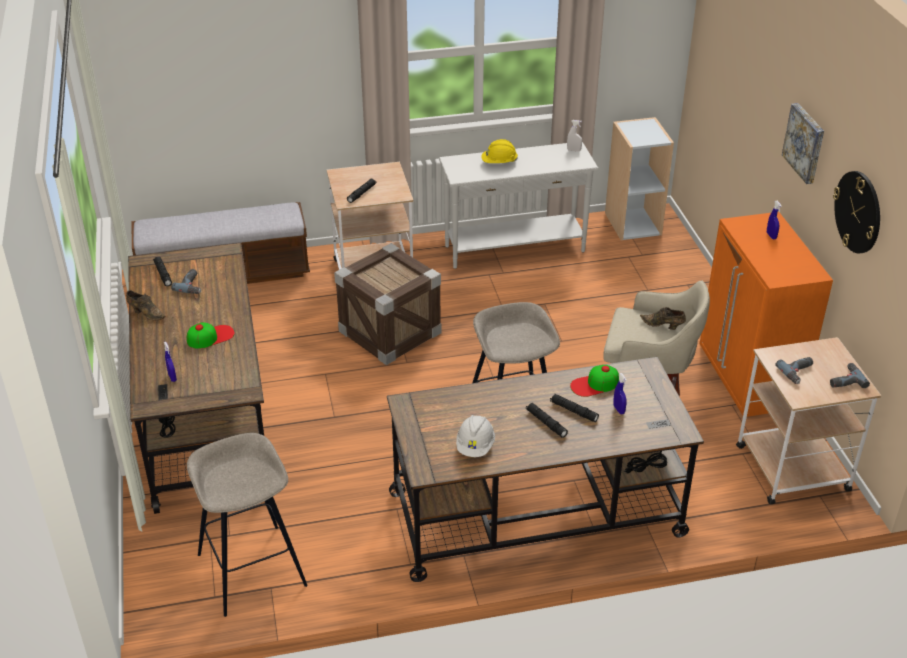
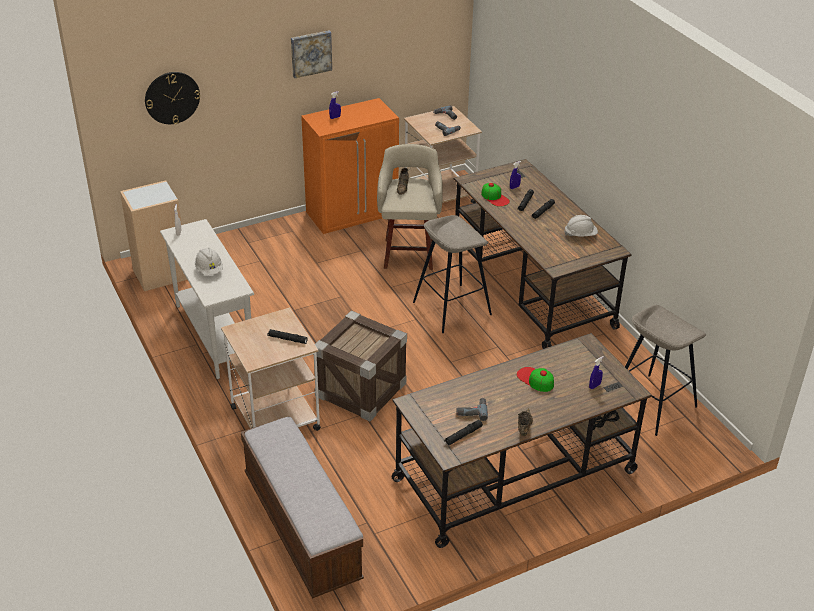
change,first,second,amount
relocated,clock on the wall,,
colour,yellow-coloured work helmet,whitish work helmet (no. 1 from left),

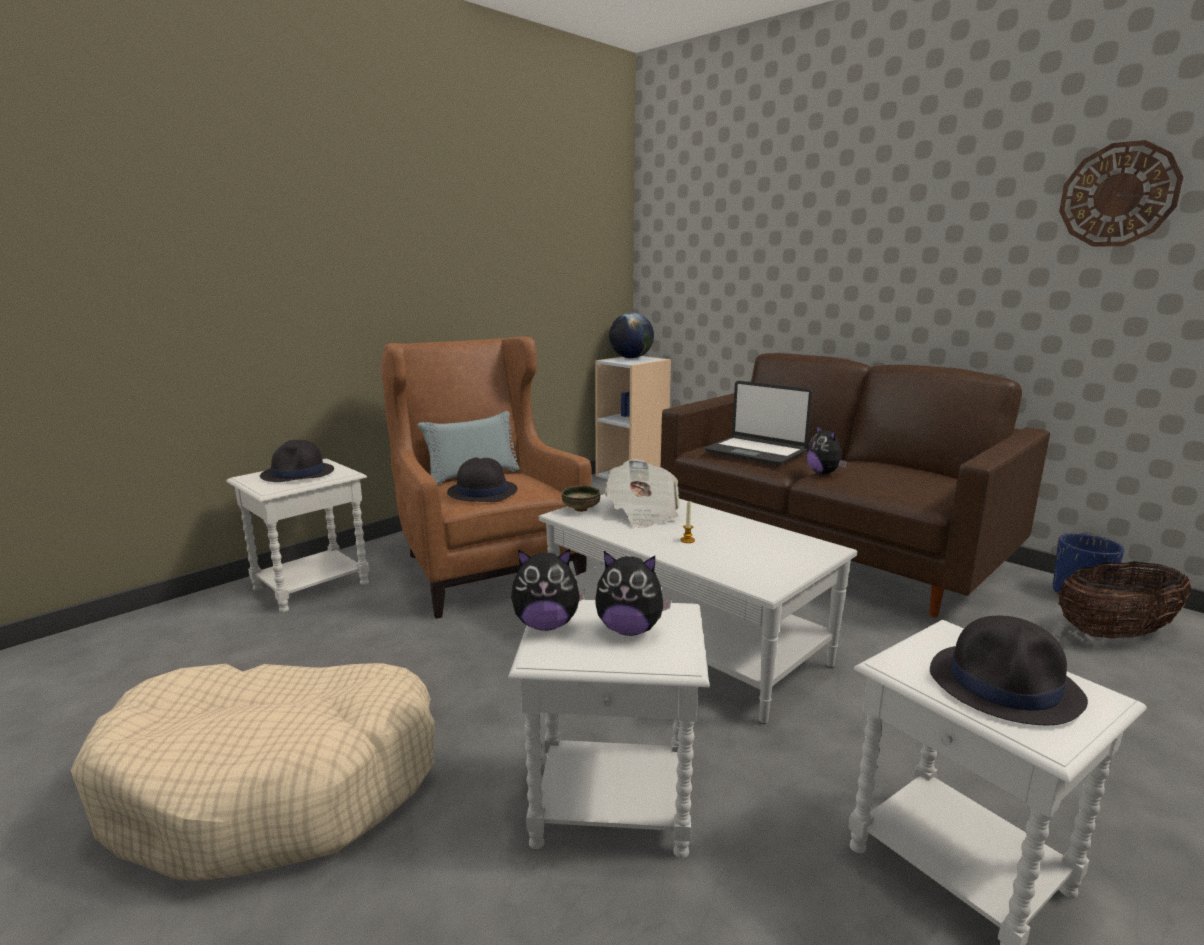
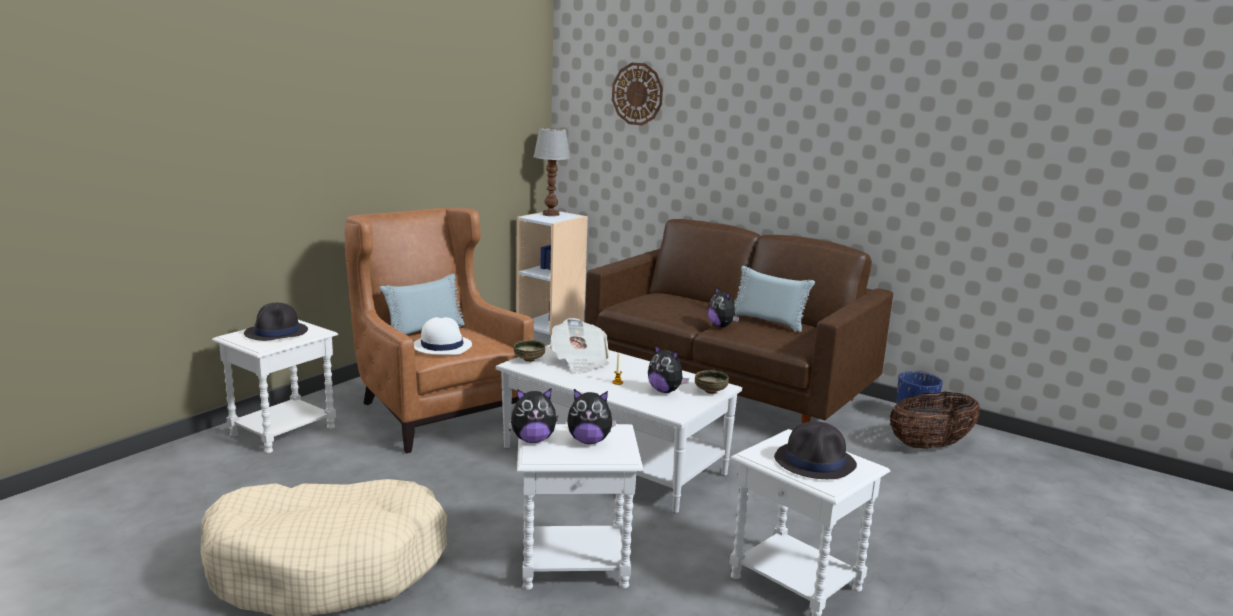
change,first,second,amount
colour,black-coloured wearable hat (no. 2 from left),whitish wearable hat,
exchanged,world globe,lamp for a table,
relocated,clock on the wall,,
appeared,,plush toy (no. 3 from left),
appeared,,serving bowl (no. 2 from left),
appeared,,bluish cushion (no. 2 from left),
missing,notebook computer,,

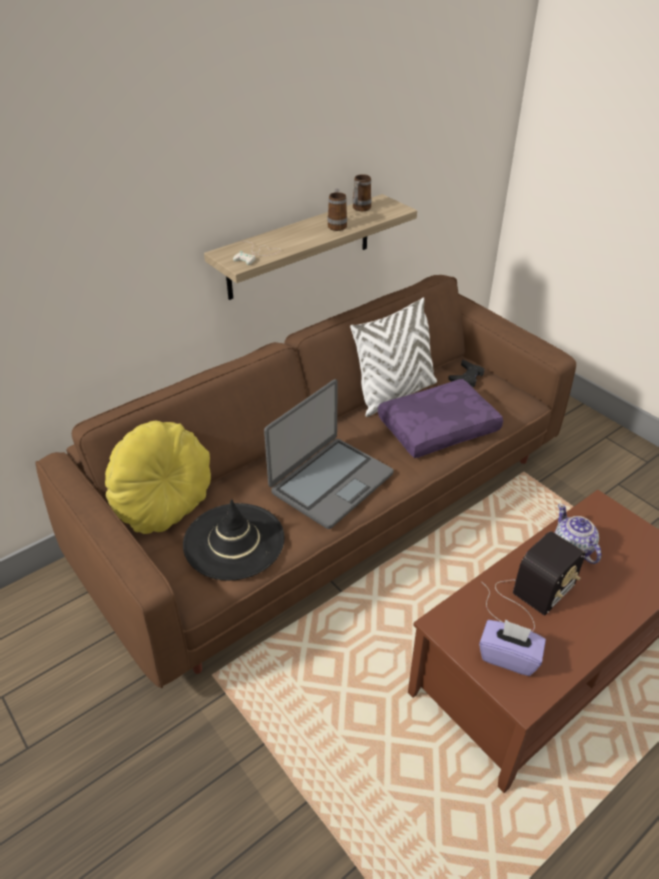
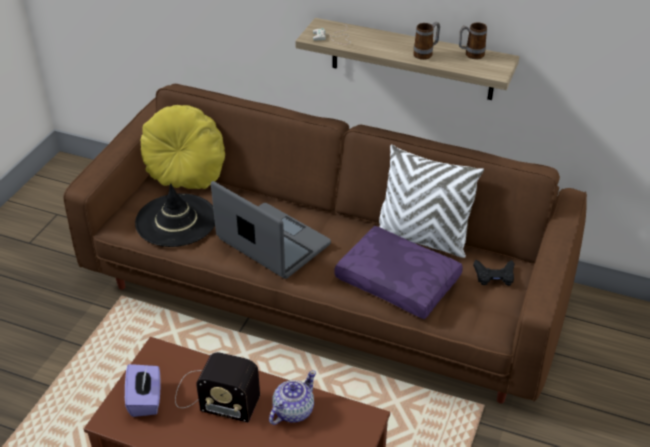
change,first,second,amount
spun,notebook computer,,150 degrees counterclockwise

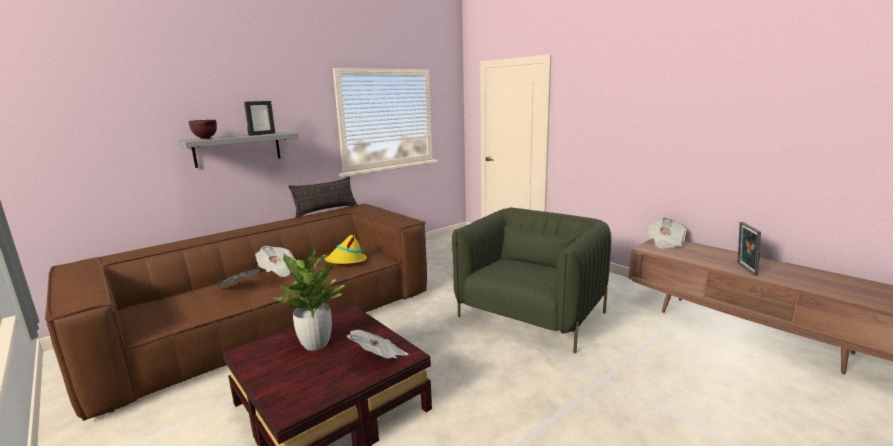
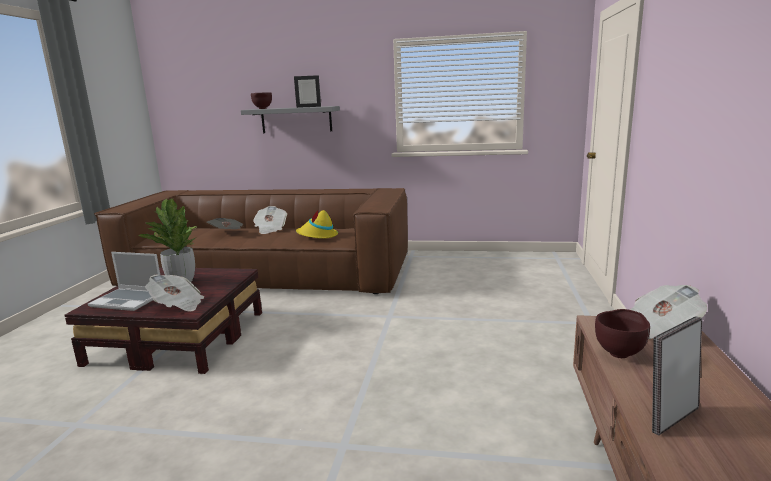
change,first,second,amount
appeared,,notebook computer,
appeared,,brownish serving bowl (no. 2 from left),
missing,cushion,,
missing,green-coloured easy chair,,

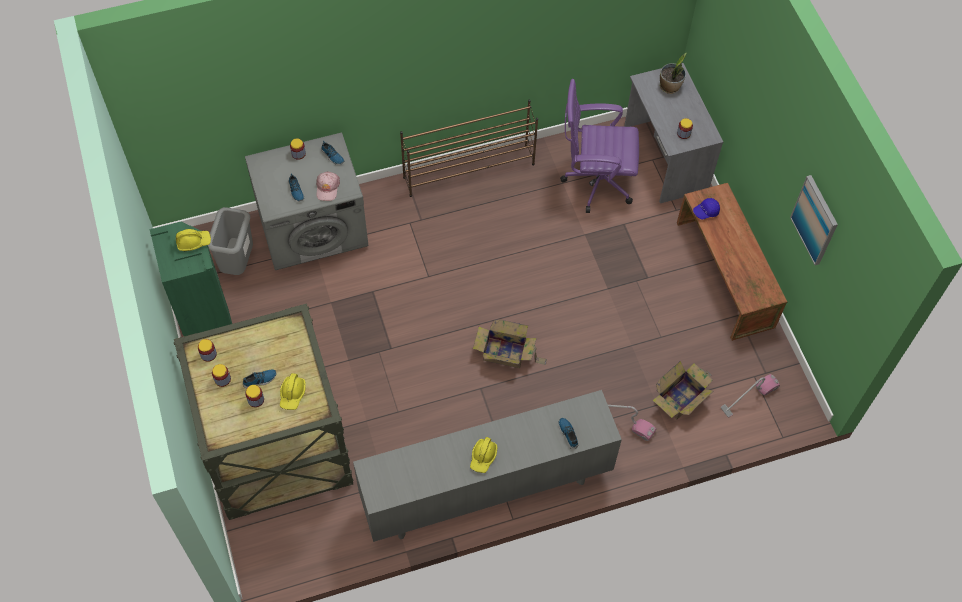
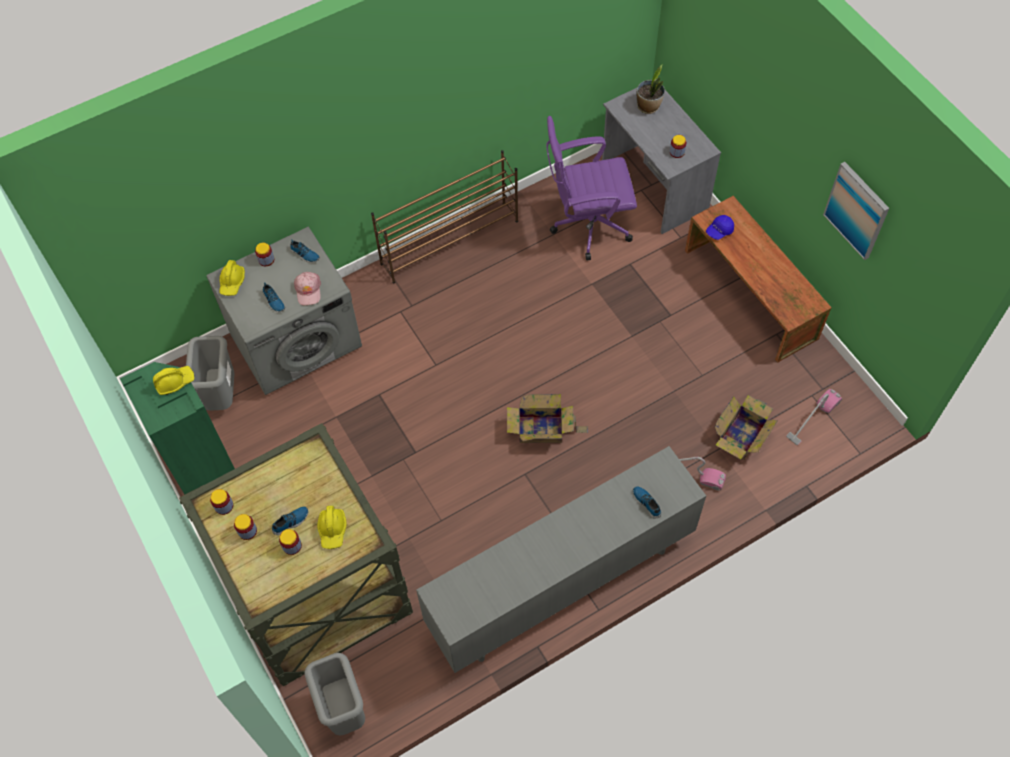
change,first,second,amount
relocated,yellow-coloured work helmet (no. 3 from left in the first image),yellow-coloured work helmet (no. 2 from left),
appeared,,gray rubbish bin (no. 2 from left),

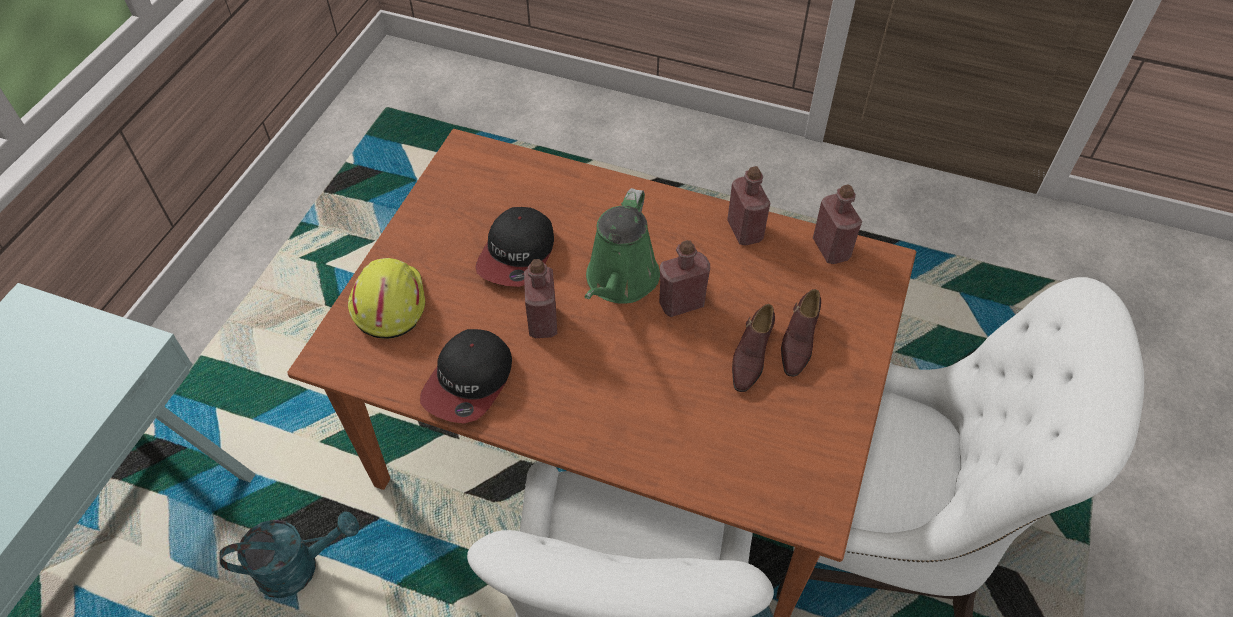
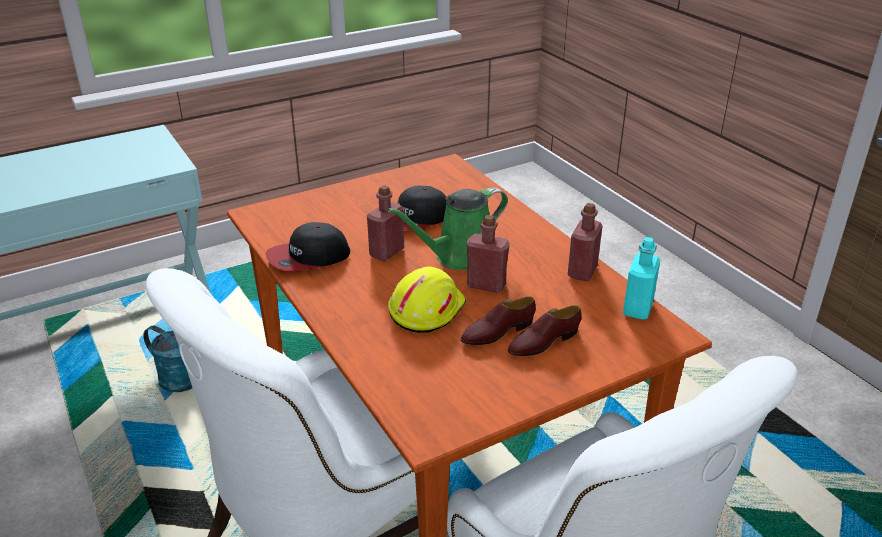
change,first,second,amount
relocated,yellow-coloured work helmet,,
colour,red bottle (no. 4 from left),turquoise bottle,

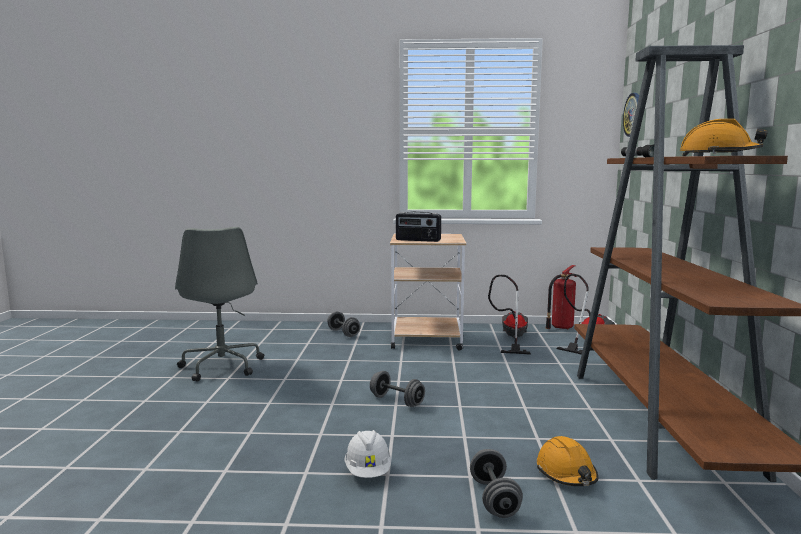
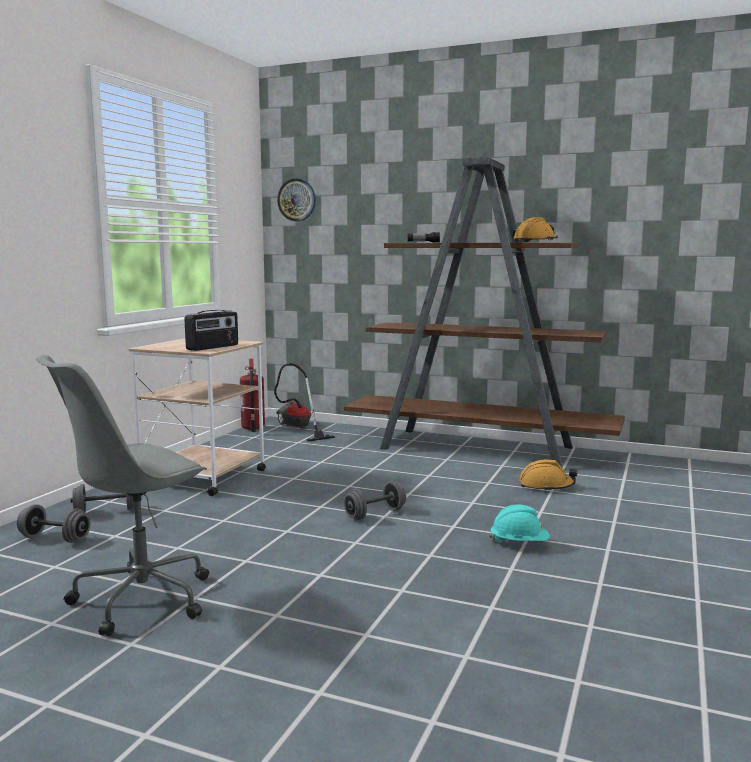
change,first,second,amount
relocated,gray free weight (no. 3 from left in the first image),gray free weight (no. 1 from left),
spun,gray office chair,,135 degrees clockwise
colour,whitish work helmet,turquoise work helmet,
missing,hoover (no. 1 from left),,

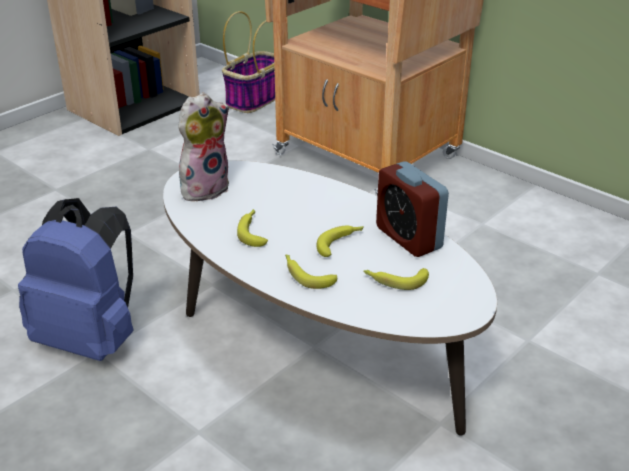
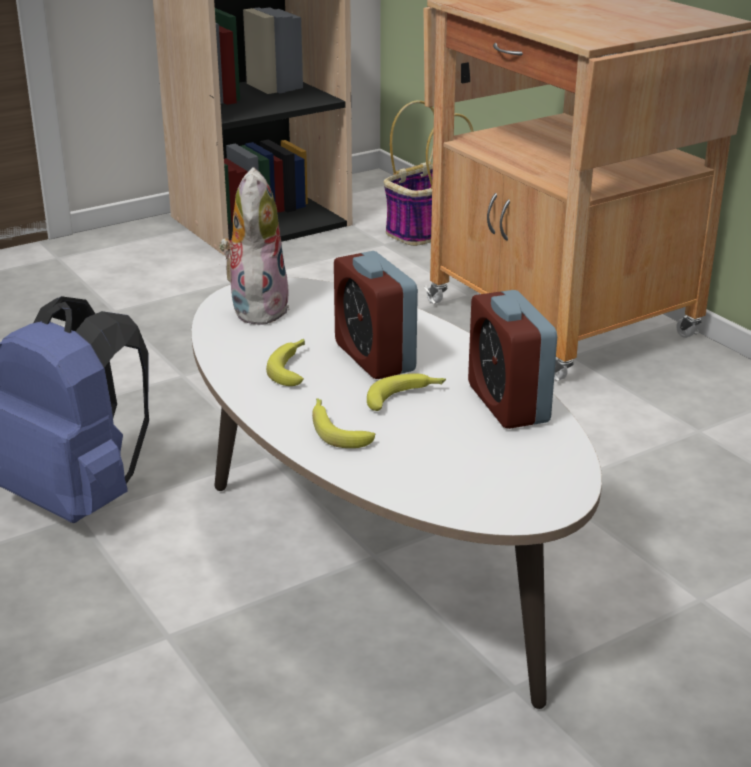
change,first,second,amount
spun,plush toy,,60 degrees counterclockwise
appeared,,alarm clock (no. 1 from left),
missing,banana (no. 4 from left),,

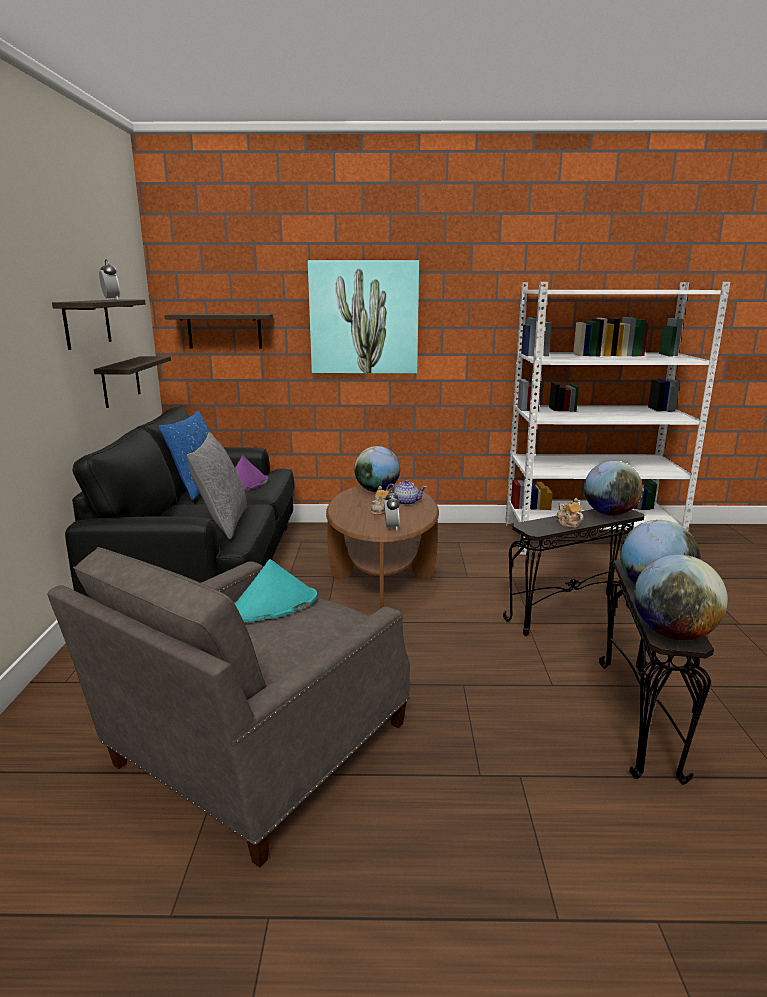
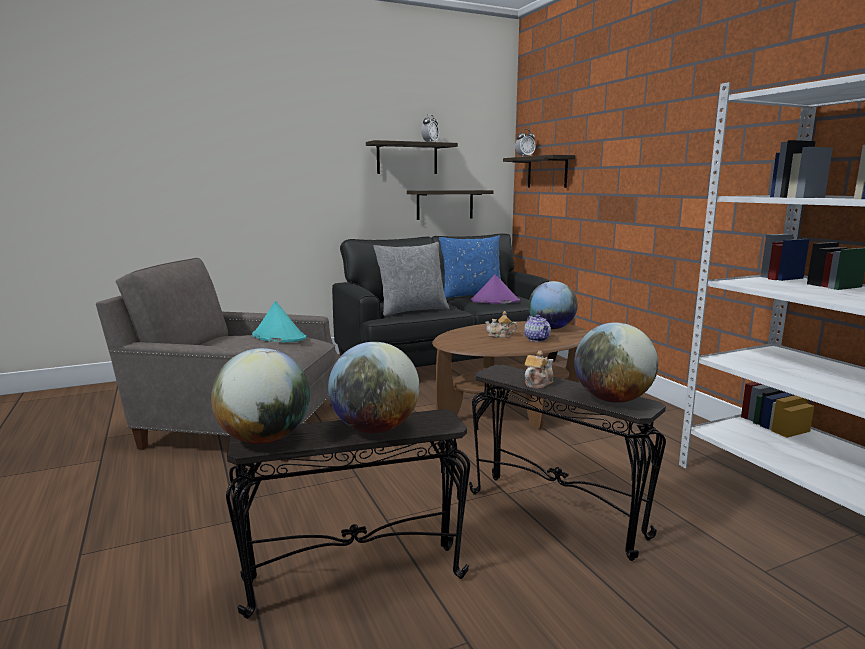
change,first,second,amount
relocated,alarm clock (no. 2 from left),,
missing,picture,,

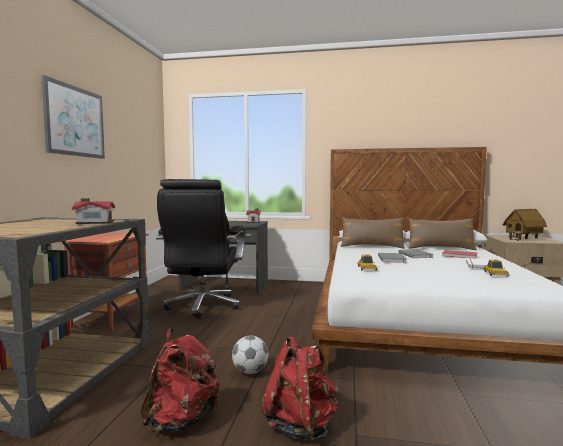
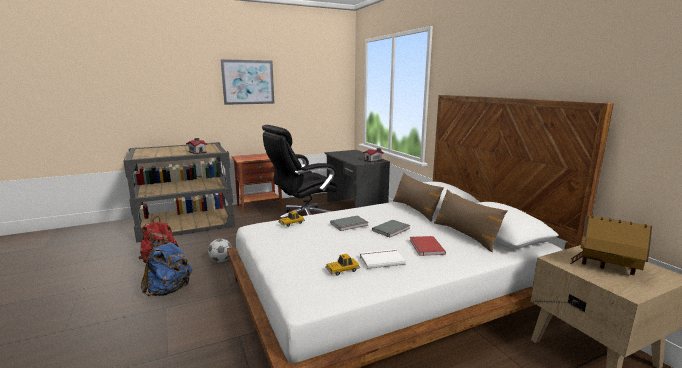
change,first,second,amount
colour,red knapsack (no. 2 from left),bluish knapsack,

